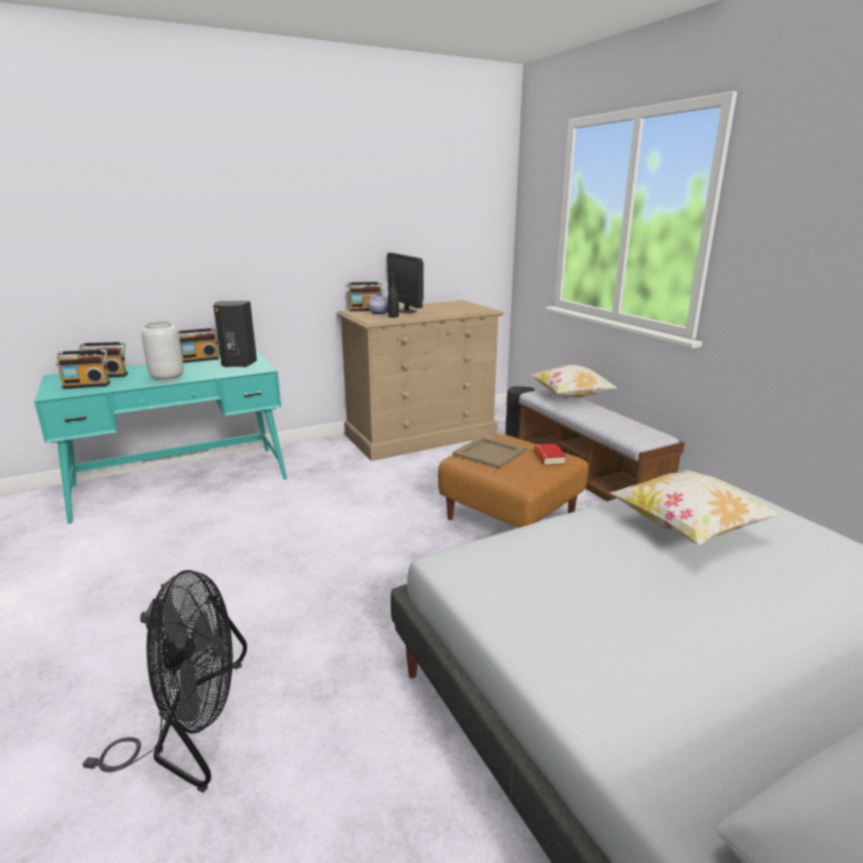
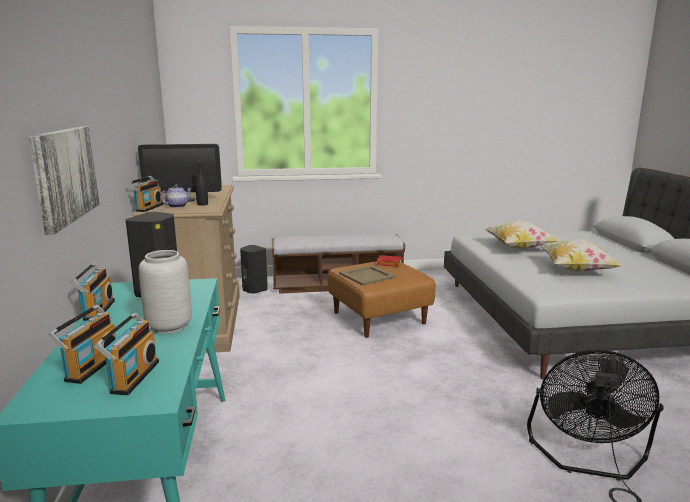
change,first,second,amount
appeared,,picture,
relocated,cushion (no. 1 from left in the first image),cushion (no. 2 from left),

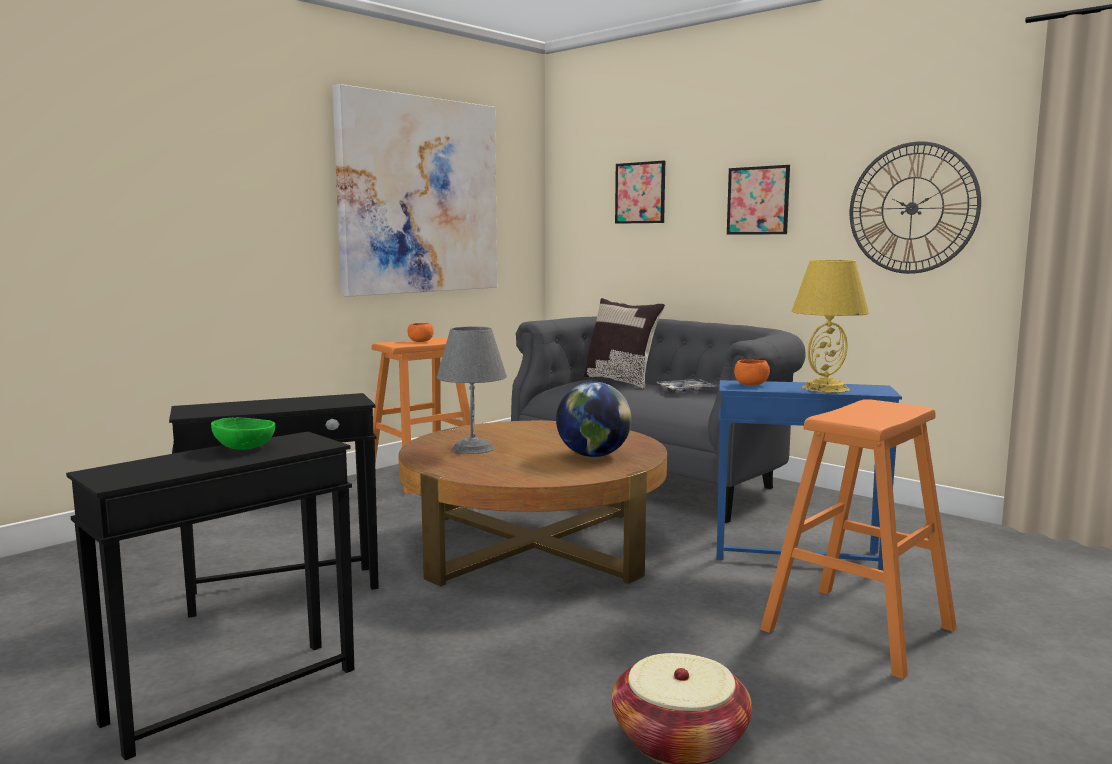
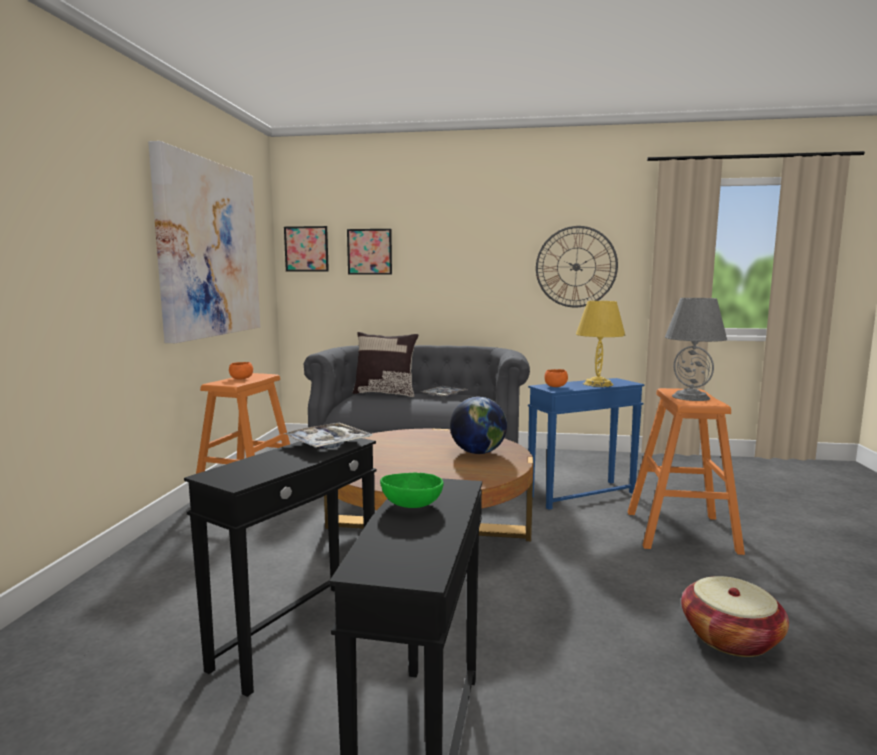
change,first,second,amount
relocated,picture (no. 3 from left in the first image),picture (no. 2 from left),
appeared,,serving tray (no. 1 from left),
relocated,gray lamp for a table,,

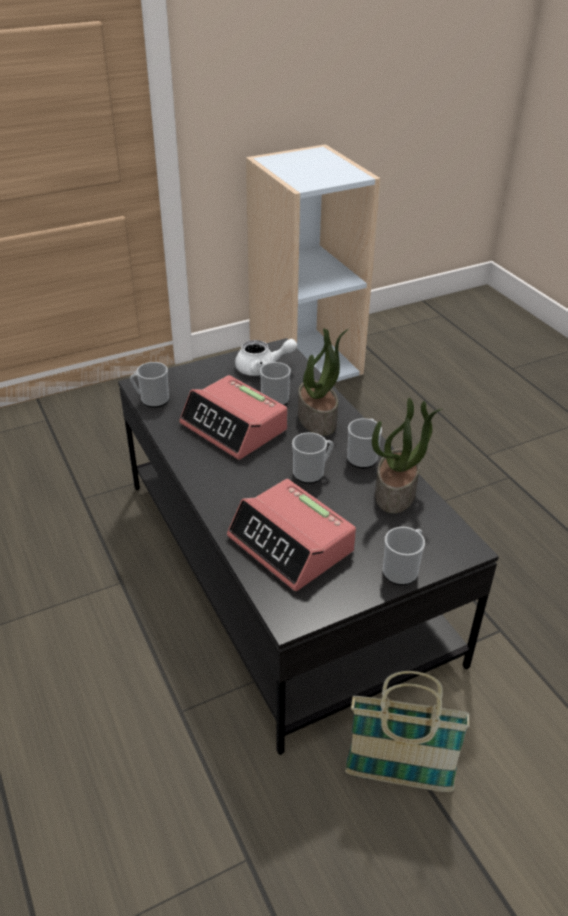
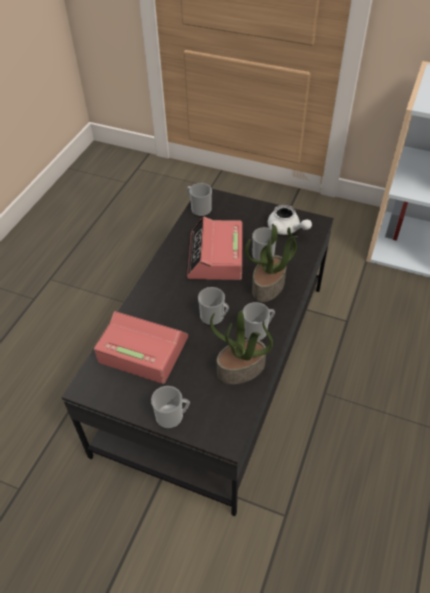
change,first,second,amount
spun,alarm clock (no. 2 from left in the first image),alarm clock (no. 1 from left),105 degrees clockwise
missing,basket,,

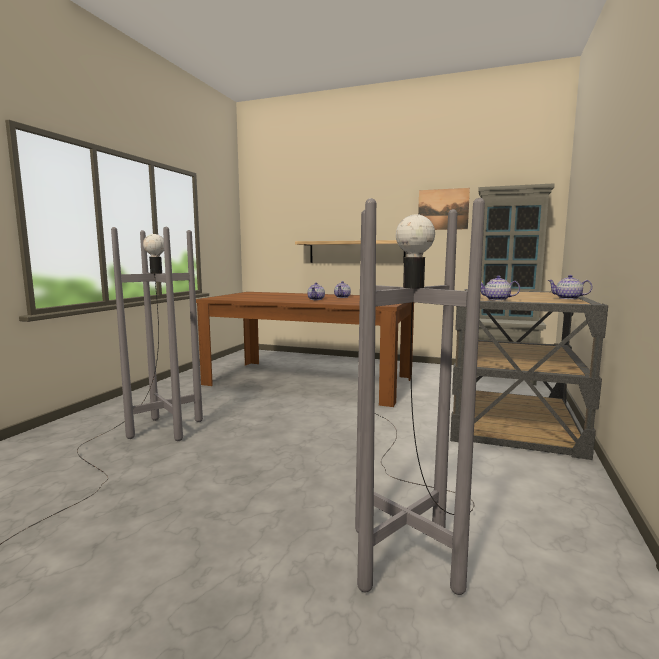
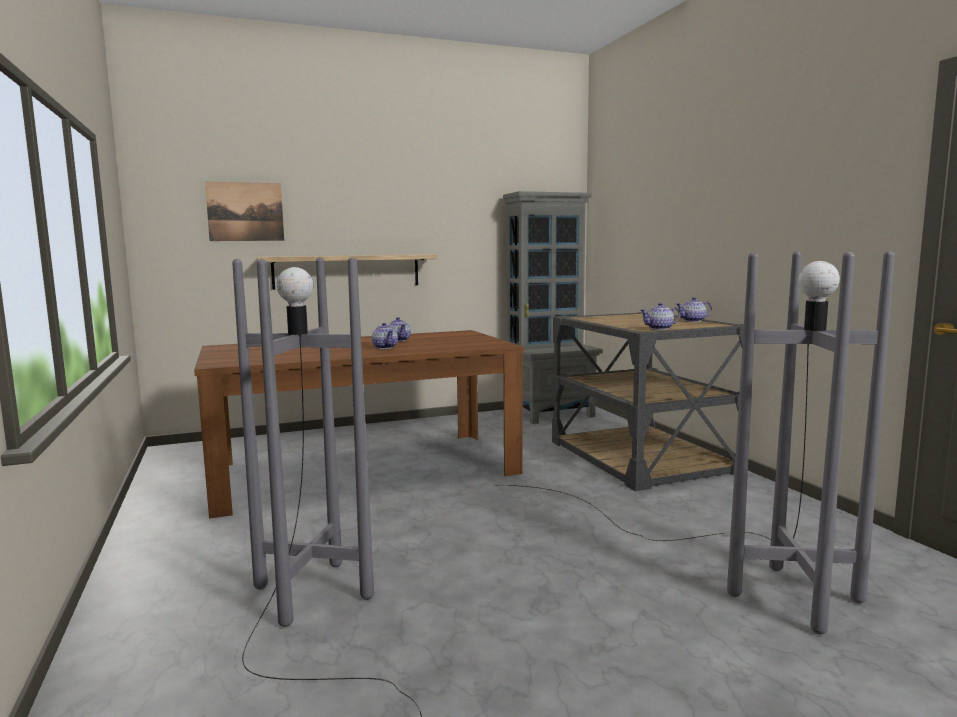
change,first,second,amount
relocated,picture,,

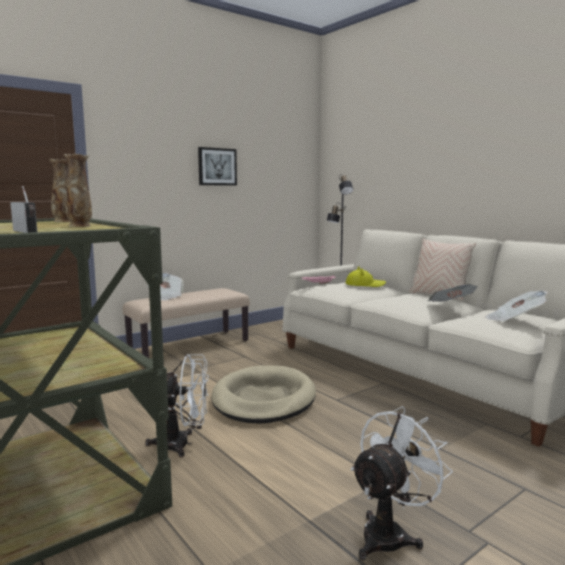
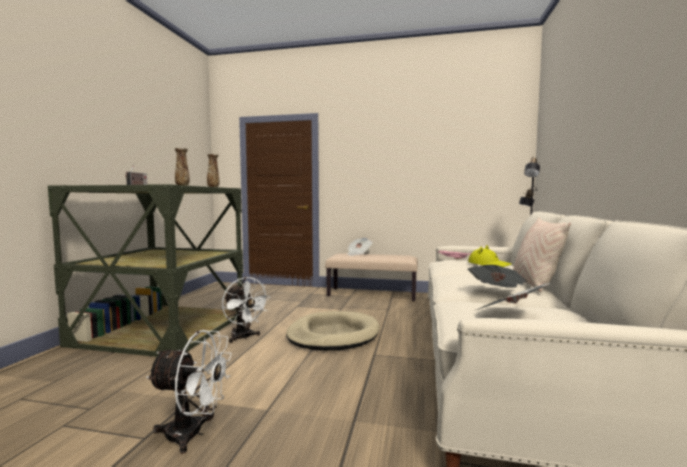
change,first,second,amount
missing,picture,,

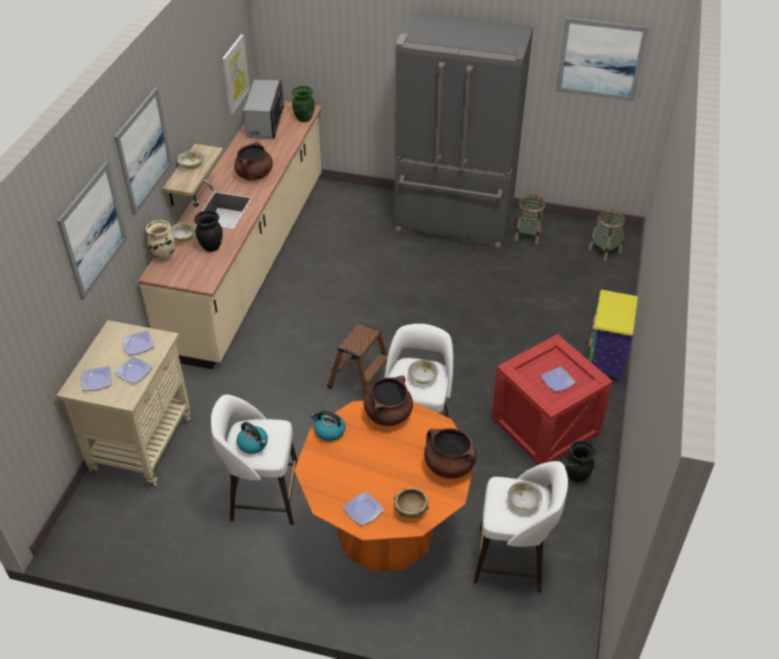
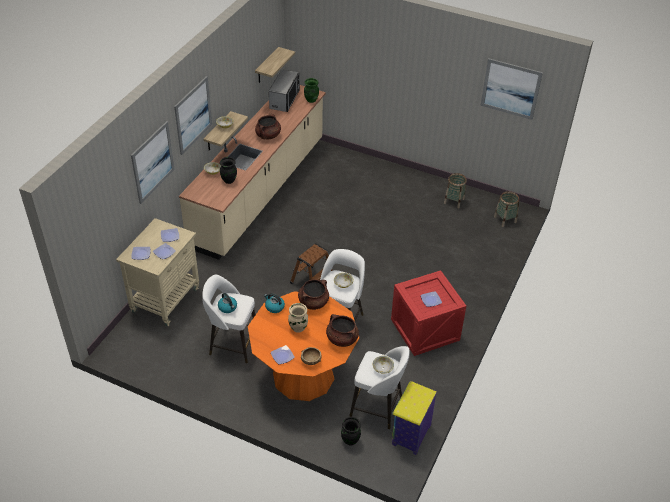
change,first,second,amount
exchanged,picture (no. 3 from left),shelf (no. 2 from left),
relocated,beige flower vase,,
relocated,black-coloured flower vase (no. 2 from left),,
relocated,night table,,
missing,gray kitchen fridge,,

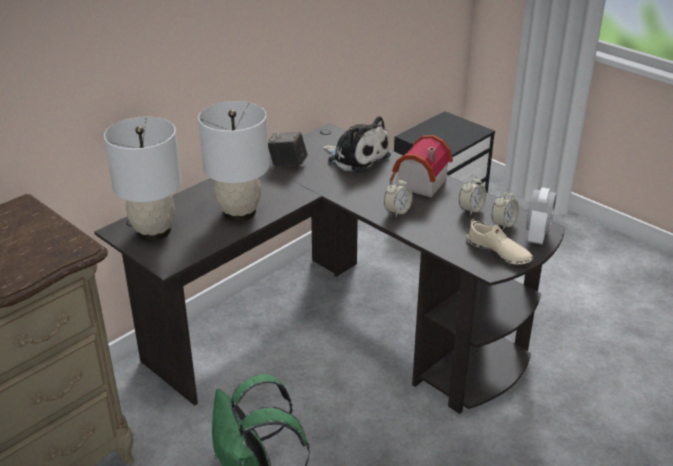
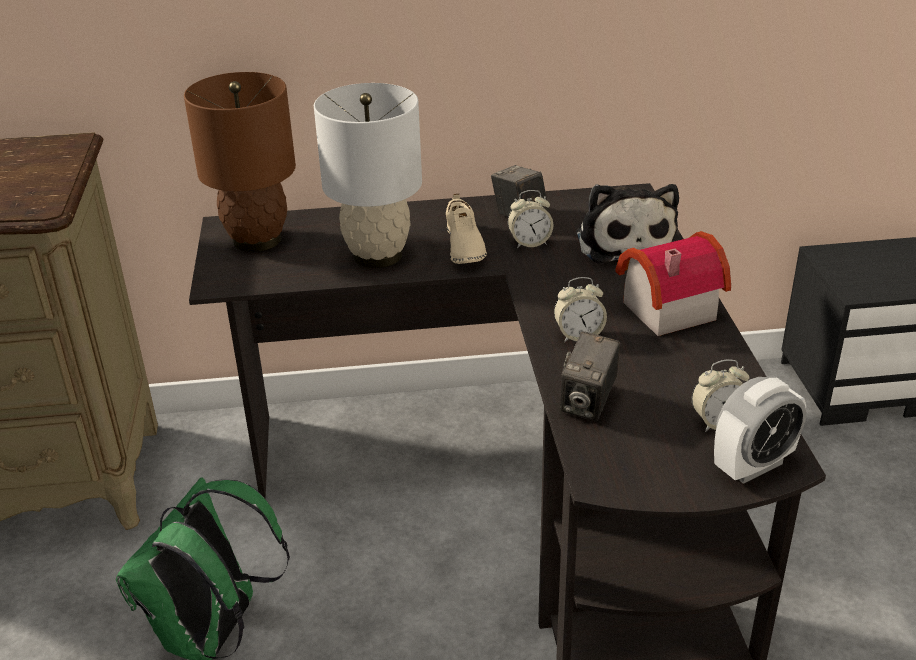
change,first,second,amount
colour,whitish lamp for a table (no. 1 from left),brownish lamp for a table,
relocated,beige shoe,,
relocated,alarm clock (no. 2 from left in the first image),alarm clock (no. 1 from left),
appeared,,still camera (no. 2 from left),

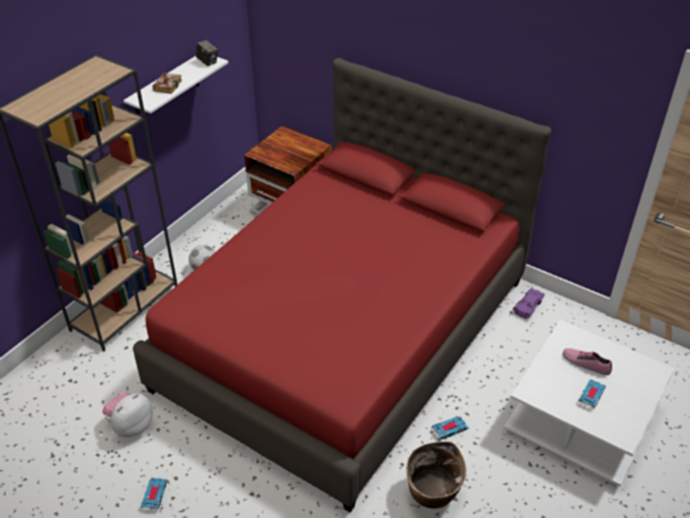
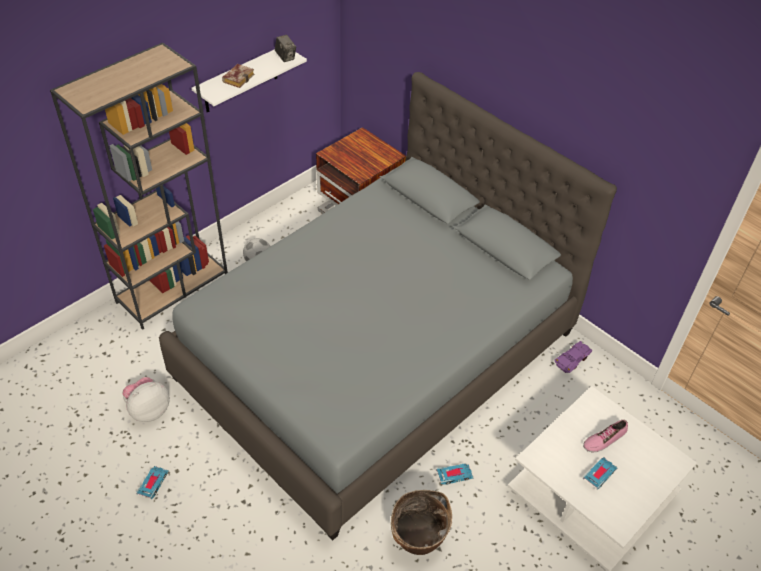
change,first,second,amount
colour,red bedroom bed,gray bedroom bed,
spun,shoe,,75 degrees counterclockwise

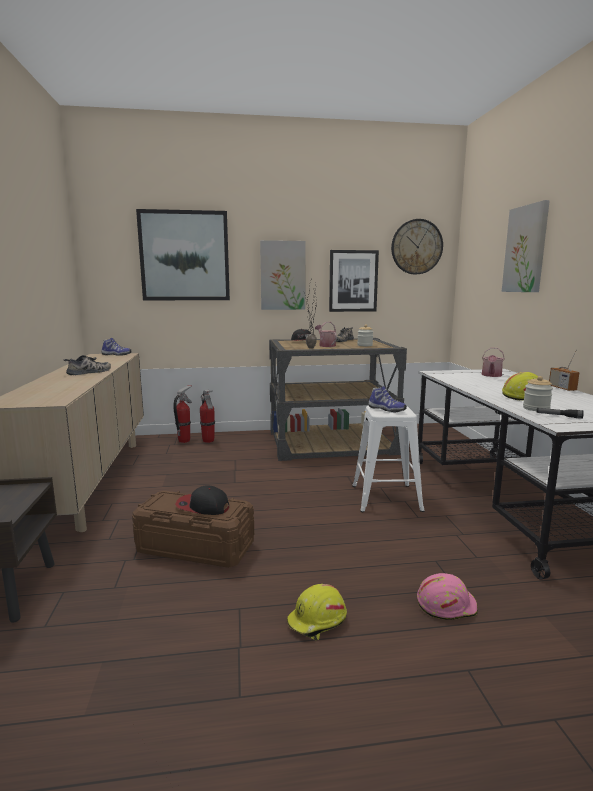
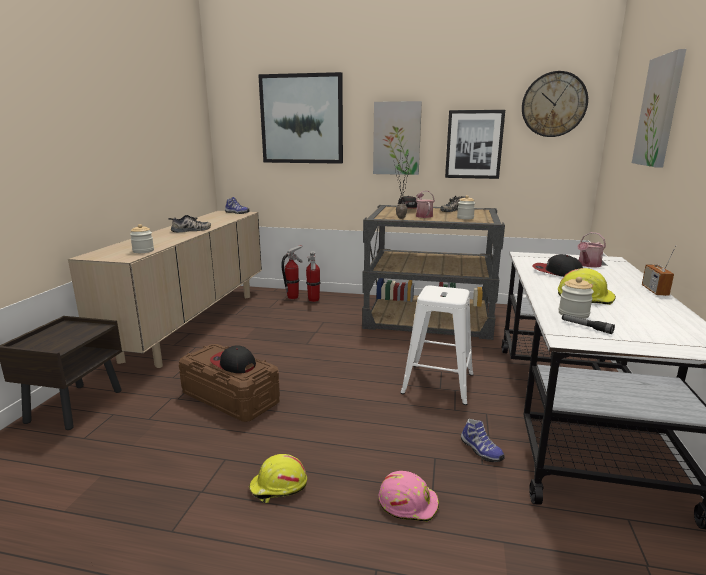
change,first,second,amount
appeared,,storage jar (no. 1 from left),
relocated,shoe (no. 4 from left),,
appeared,,cap (no. 3 from left),

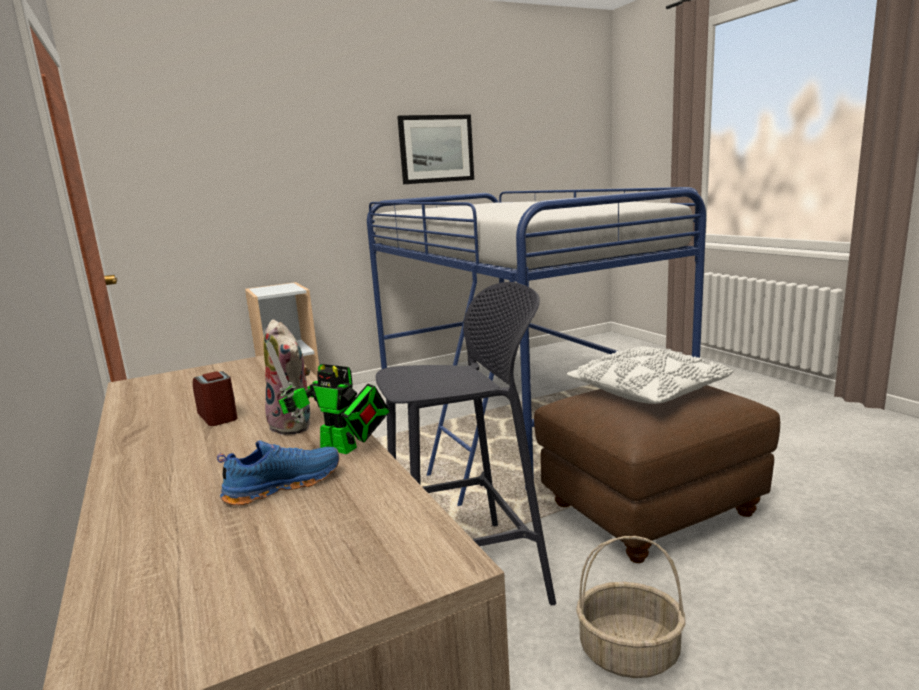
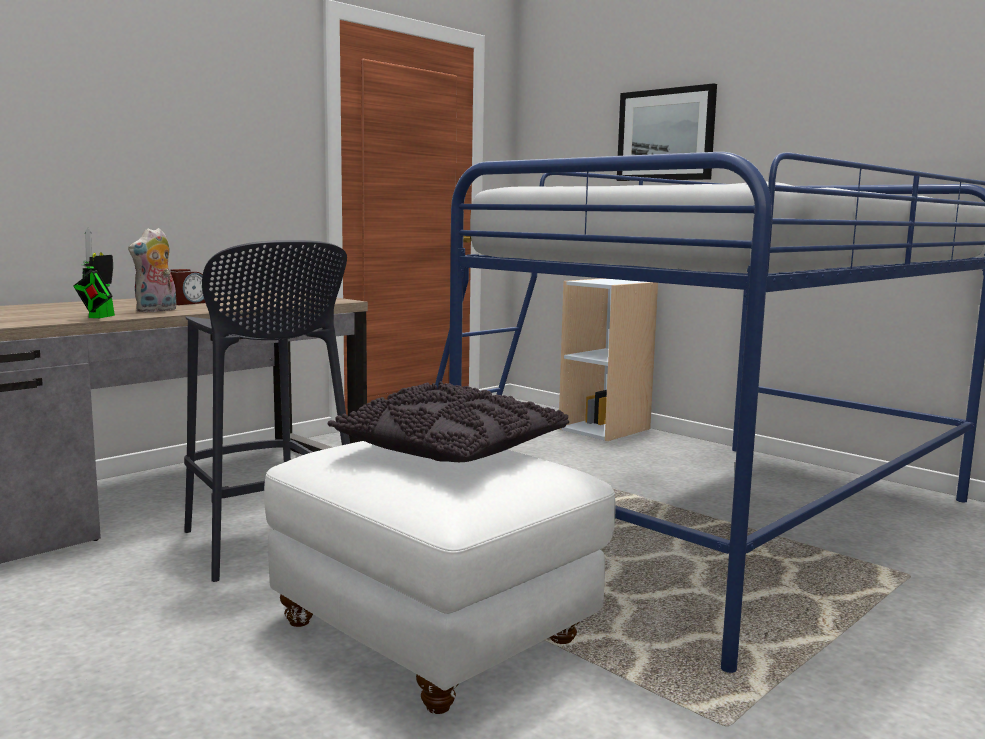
change,first,second,amount
colour,brownish pouffe,whitish pouffe,
colour,whitish cushion,black-coloured cushion,
relocated,picture,,
missing,bluish shoe,,
missing,basket,,

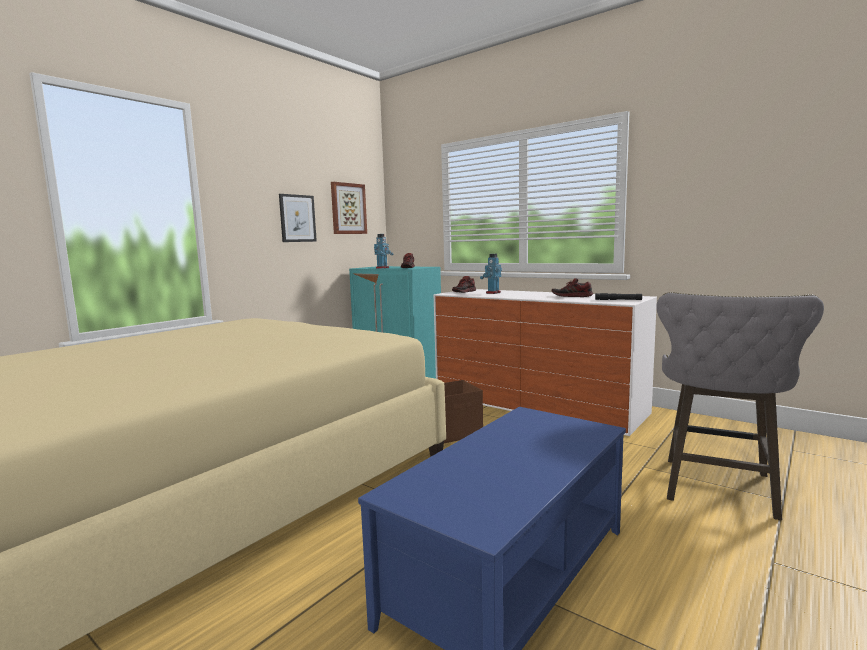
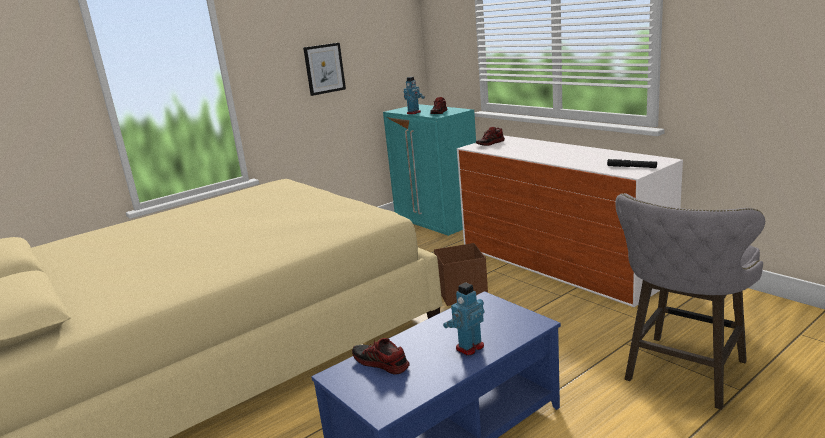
change,first,second,amount
relocated,shoe (no. 3 from left in the first image),shoe (no. 1 from left),
relocated,robot figure (no. 2 from left),,
missing,picture (no. 2 from left),,

